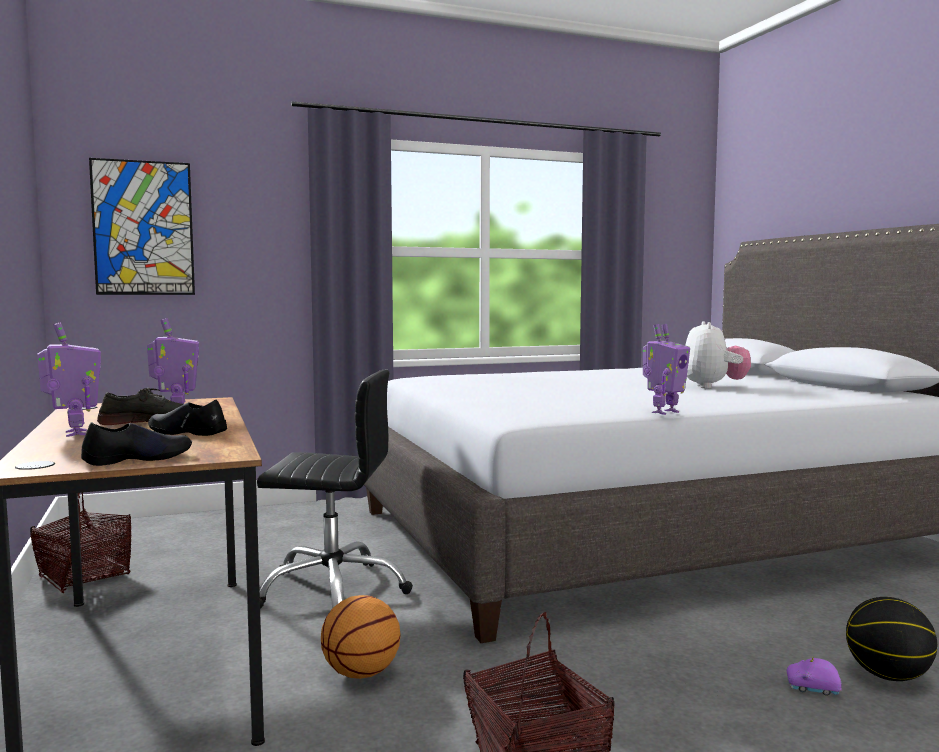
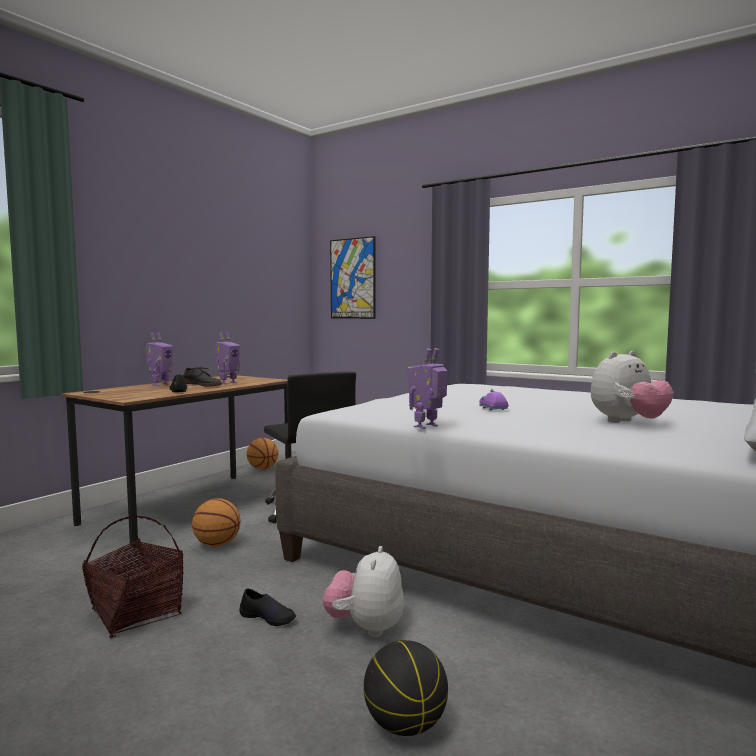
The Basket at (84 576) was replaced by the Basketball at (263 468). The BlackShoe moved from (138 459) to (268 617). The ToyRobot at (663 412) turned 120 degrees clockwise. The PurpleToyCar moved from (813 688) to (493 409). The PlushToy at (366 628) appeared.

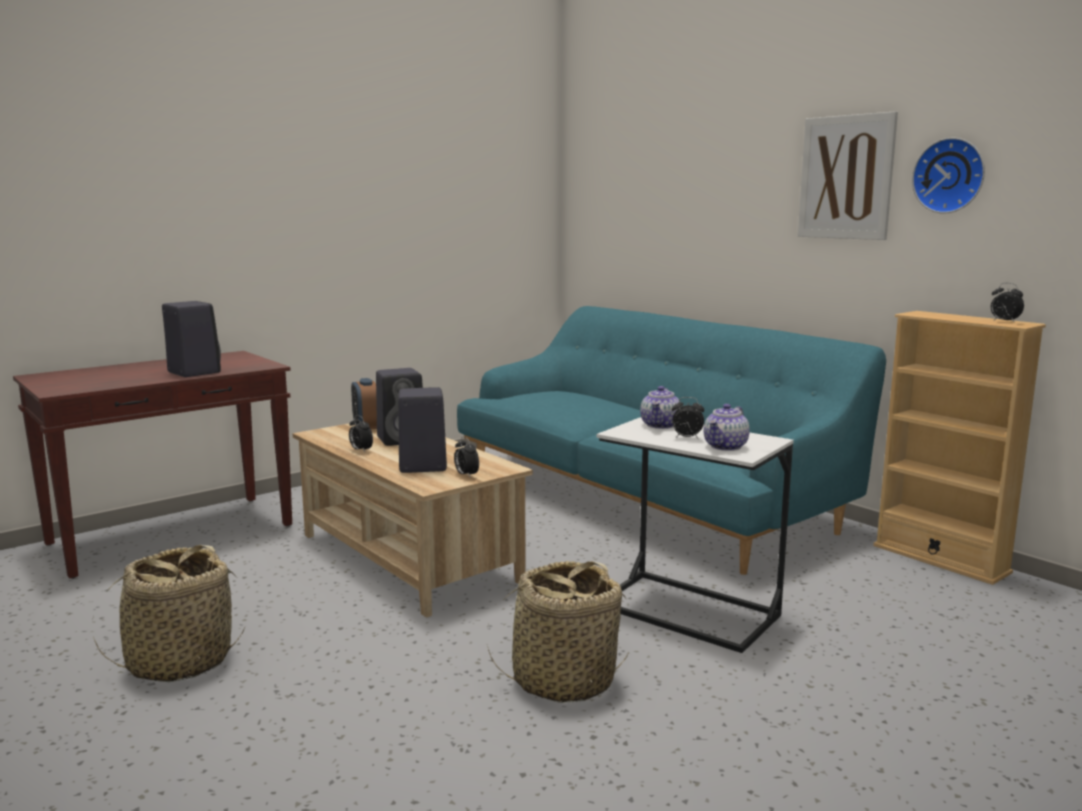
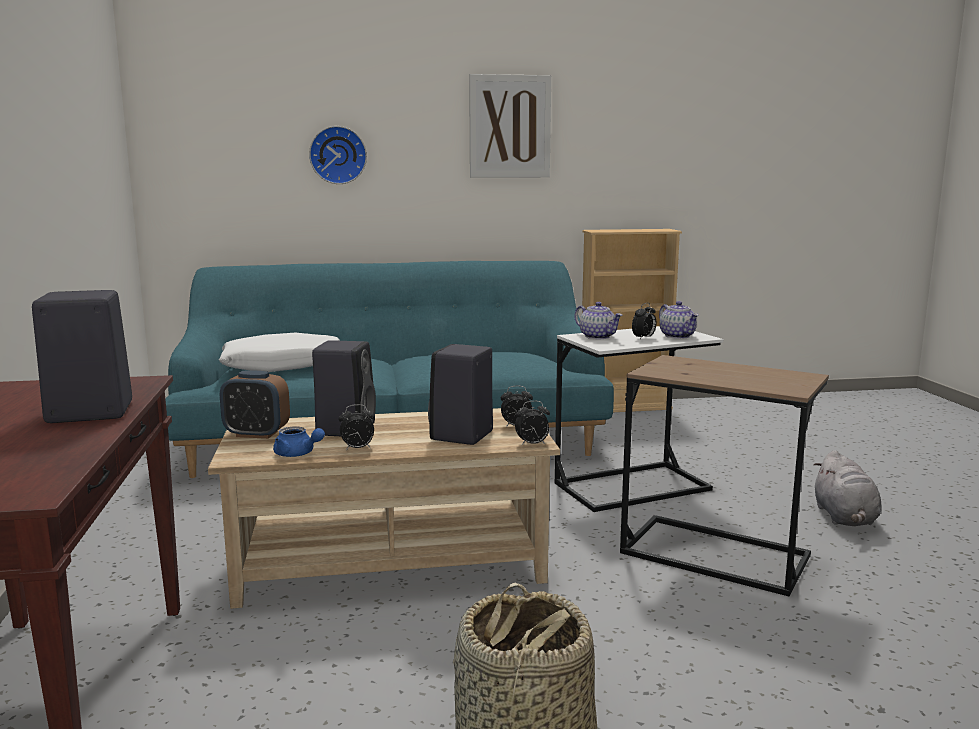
The Basket at (563 680) was replaced by the BrownSideTable at (714 554). The WallClock moved from (950 175) to (338 155). The AlarmClock moved from (1004 321) to (532 444). The WhitePillow at (284 366) appeared. The BlueTeapot at (297 454) appeared. The GreyPlushToy at (845 518) appeared.

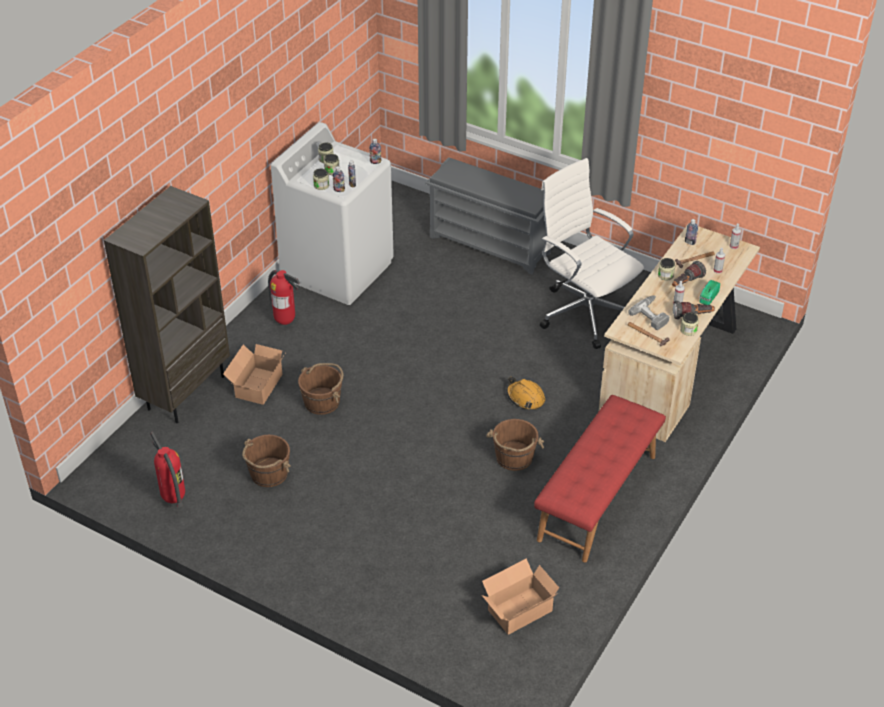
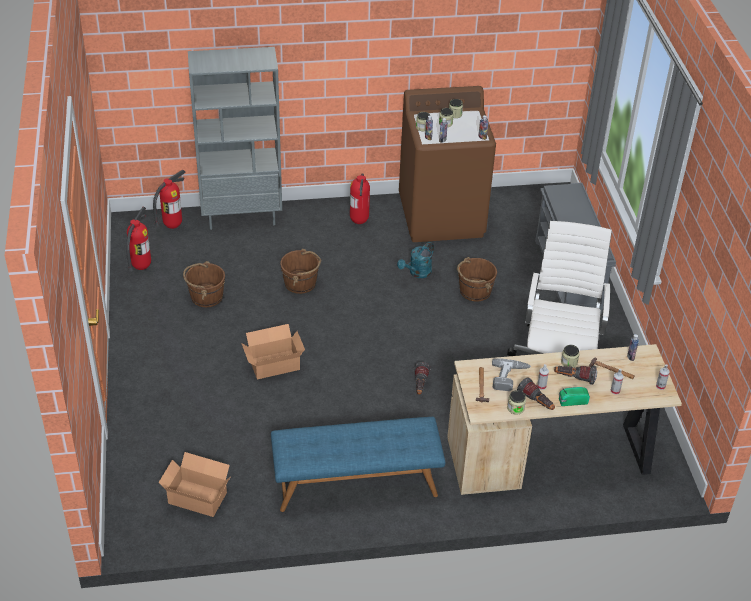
The BrownBookcase at (185 392) became the GreyBookcase at (242 216). The CardboardBox moved from (256 386) to (272 363). The WhiteWashingMachine at (338 270) became the BrownWashingMachine at (442 216). The BrownBucket moved from (514 458) to (474 291). The OrangeHardHat at (525 398) was replaced by the Flashlight at (420 385). The RedBench at (598 498) became the BlueBench at (356 484). The FireExtinguisher at (172 226) appeared. The TurquoiseWateringCan at (417 273) appeared.

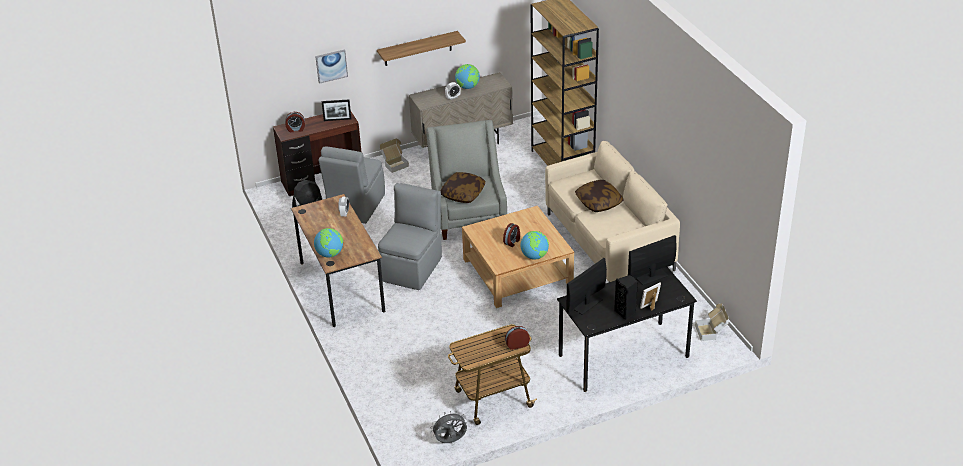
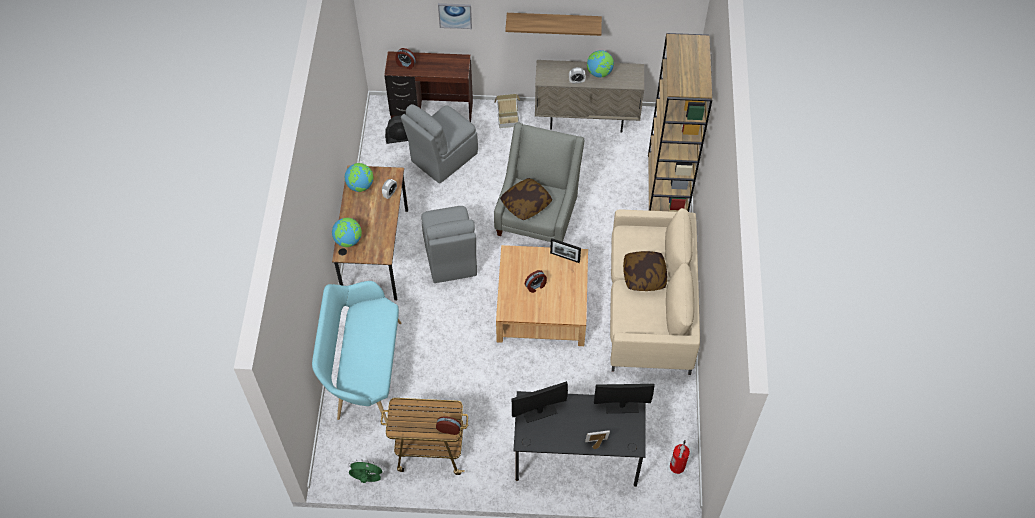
The PictureFrame moved from (337 119) to (565 257). The GreyChair at (412 268) turned 120 degrees clockwise. The GreyFan at (450 441) became the GreenFan at (367 479). The Globe moved from (534 256) to (360 185). The BlackSpeaker at (626 313) disappeared. The CardboardBox at (711 332) was replaced by the FireExtinguisher at (677 466). The TurquoiseBench at (364 371) appeared.

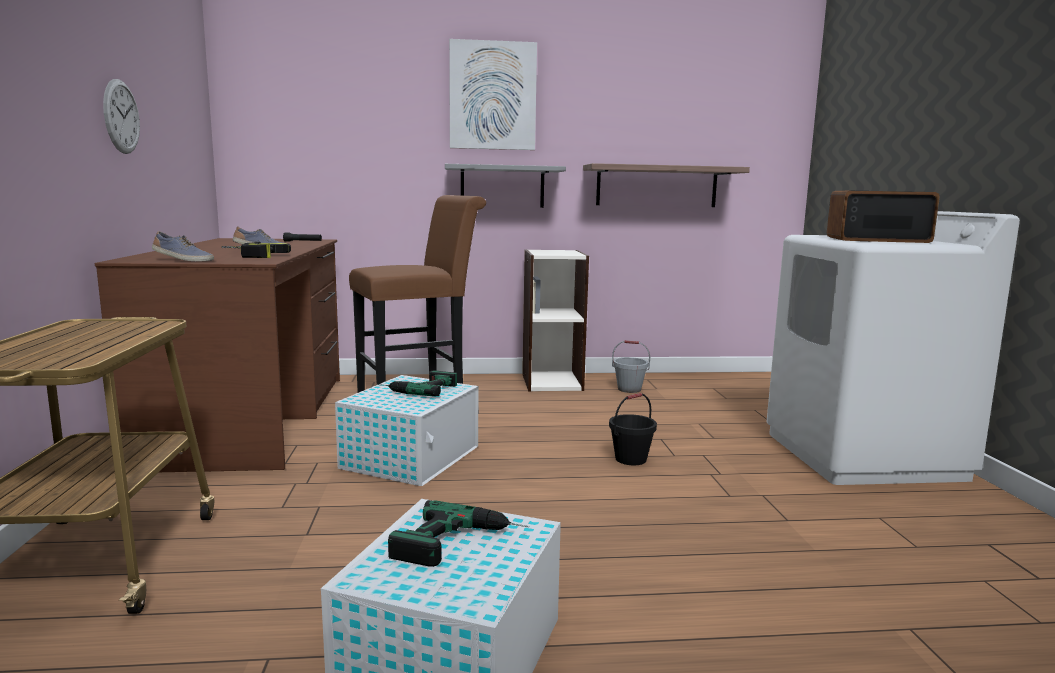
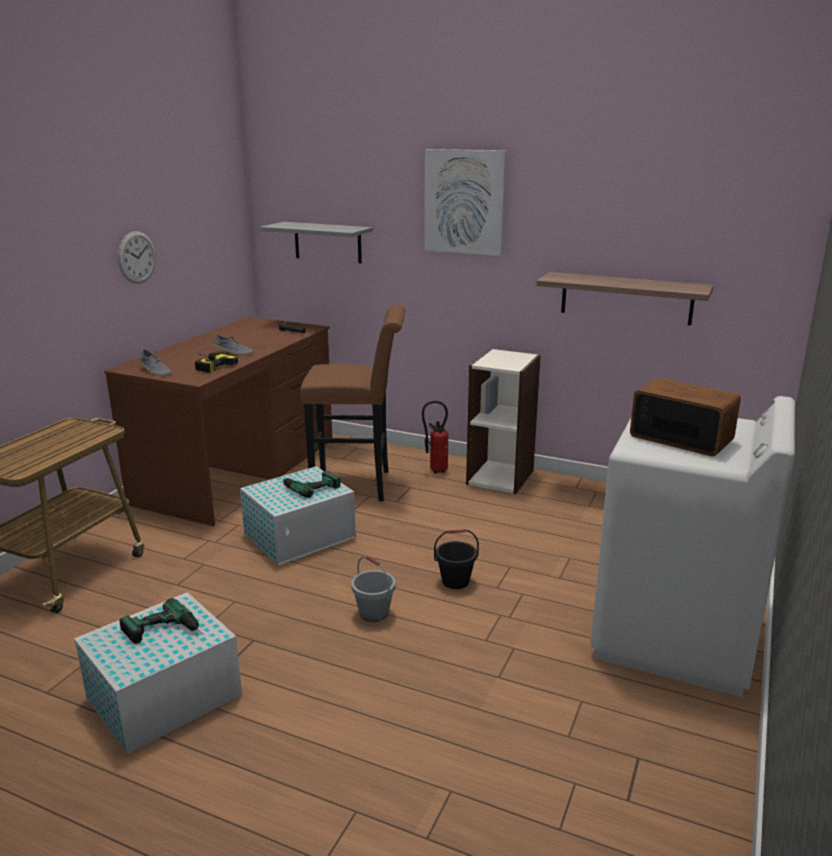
The GreyShelf moved from (502 186) to (327 242). The GreyBucket moved from (629 389) to (374 613). The FireExtinguisher at (435 470) appeared.

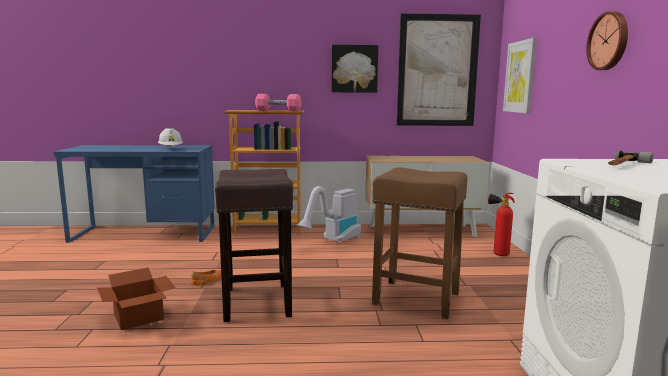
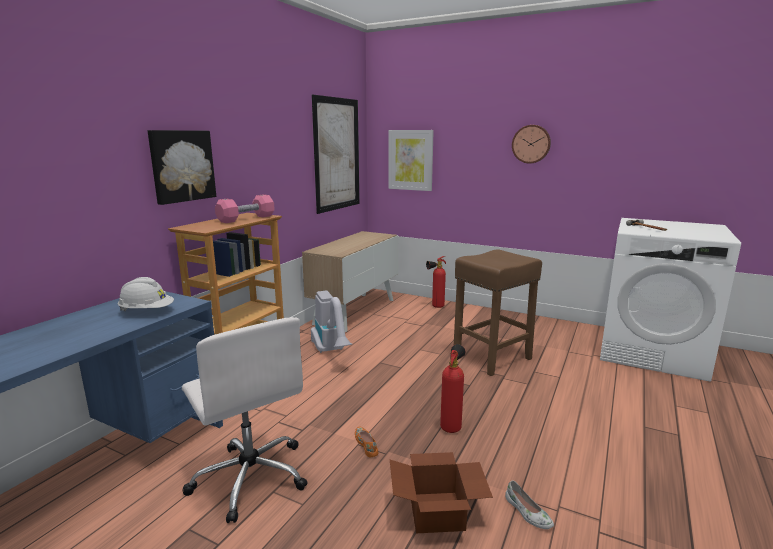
The BrownStool at (257 302) was replaced by the FireExtinguisher at (451 426). The Picture moved from (354 69) to (181 166). The WhiteOfficeChair at (250 476) appeared. The WhiteShoe at (527 513) appeared.

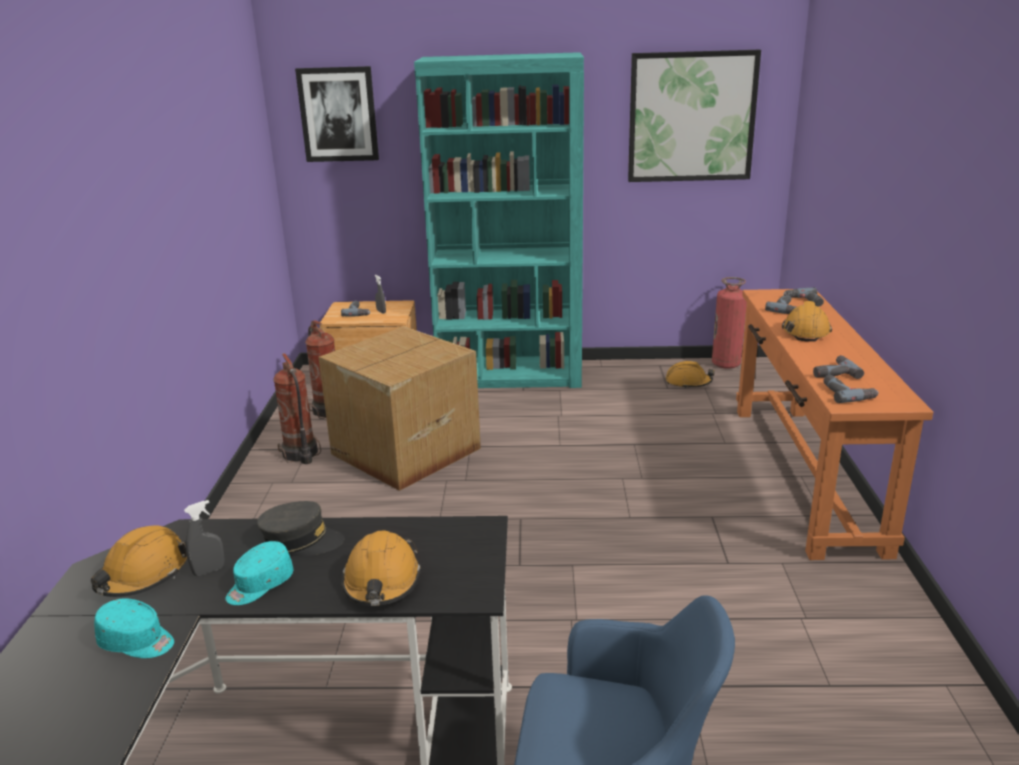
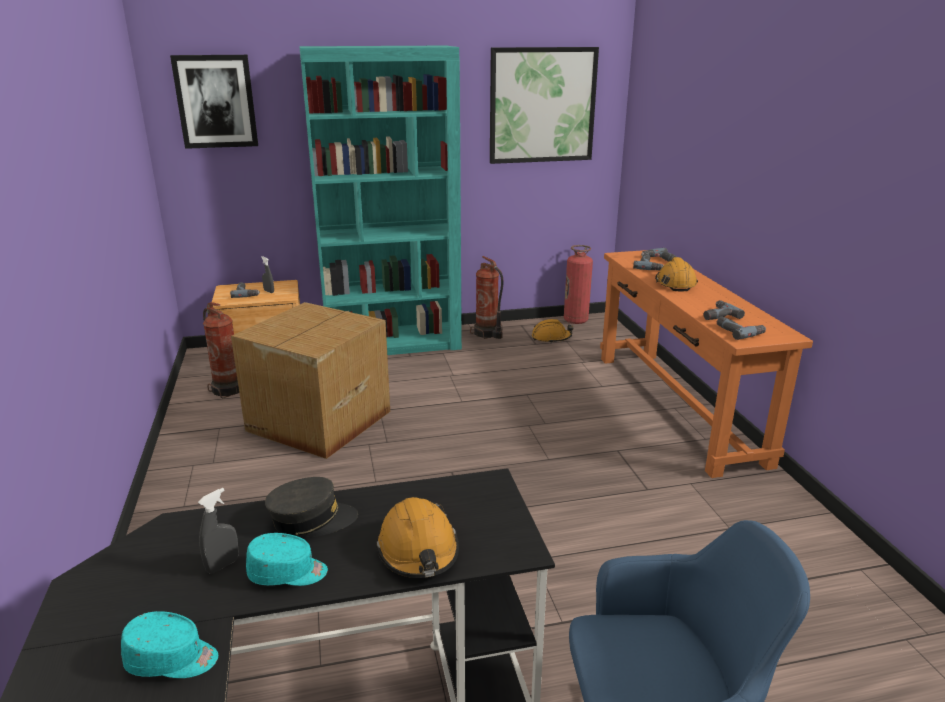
The OrangeHardHat at (143 575) disappeared. The TurquoiseCap at (259 585) turned 120 degrees counterclockwise. The FireExtinguisher moved from (300 454) to (487 334).

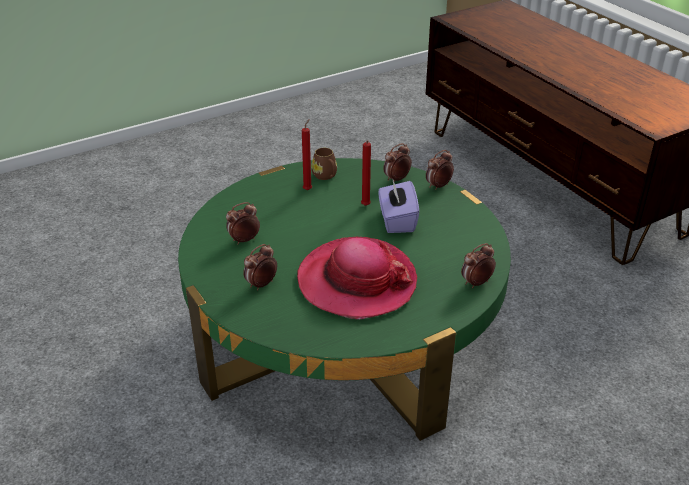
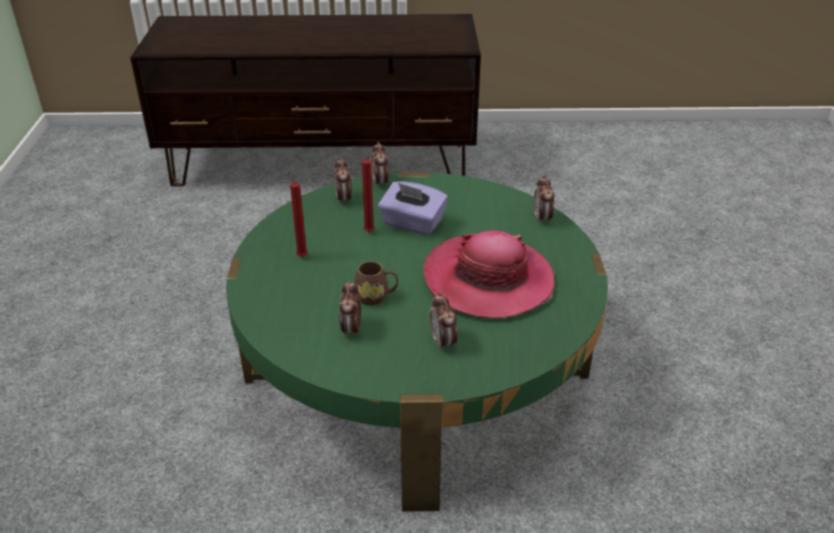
The BrownMug moved from (326 176) to (376 297).

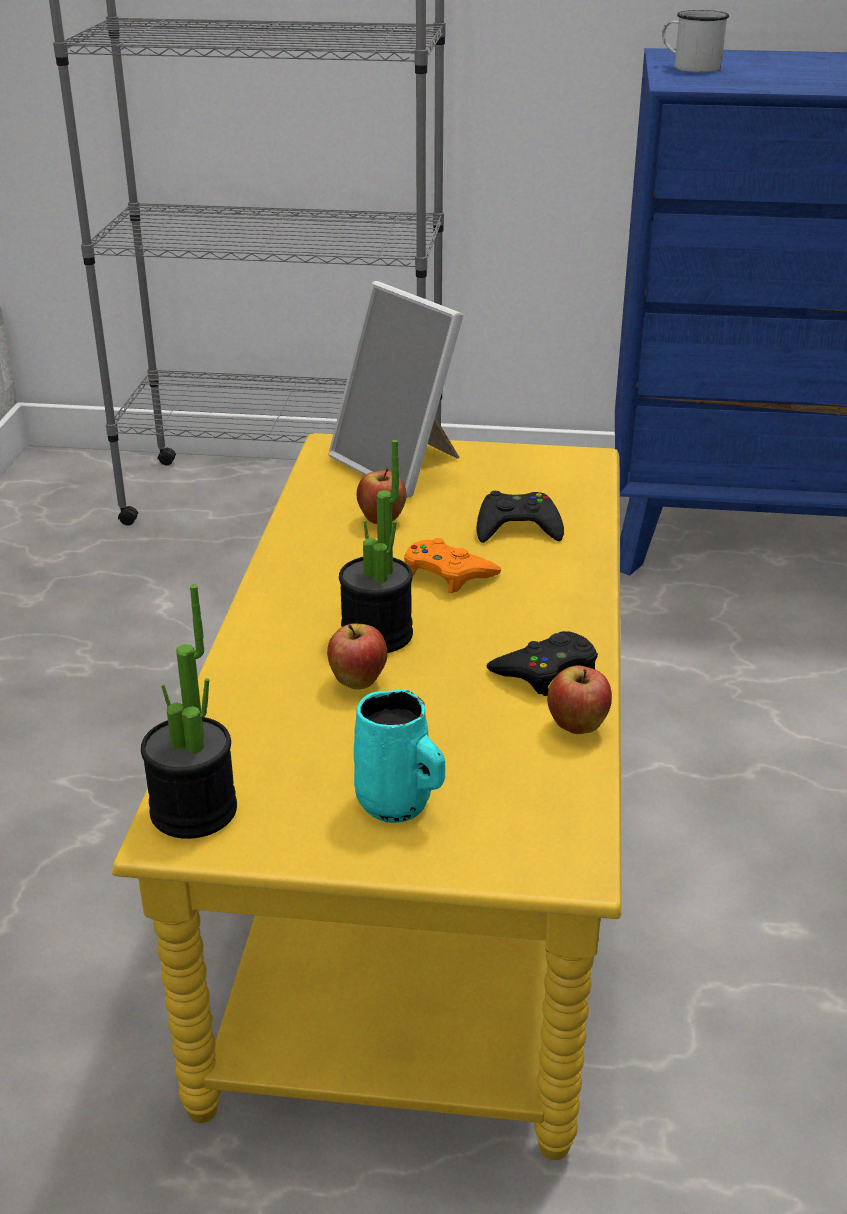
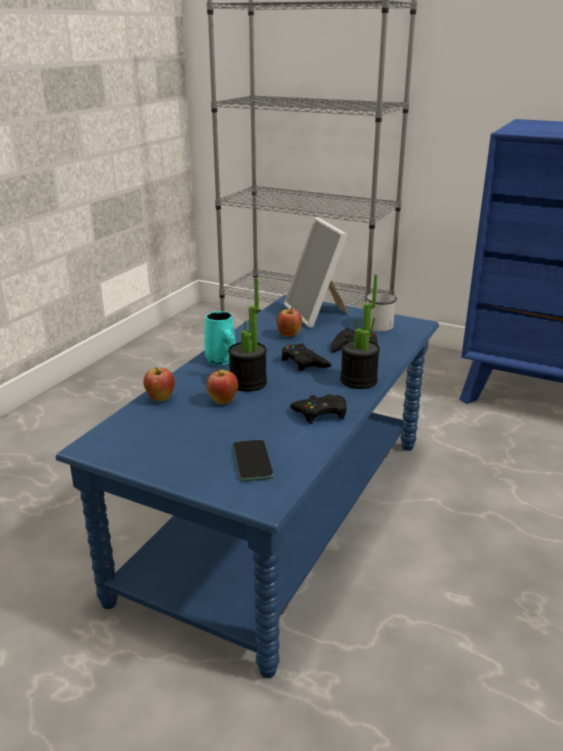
The YellowCoffeeTable at (423 855) became the BlueCoffeeTable at (280 515). The PottedPlant moved from (193 810) to (358 380). The TurquoiseMug moved from (397 804) to (221 361). The OrangeGameController at (447 573) became the BlackGameController at (303 362). The Apple moved from (577 728) to (160 399). The WhiteMug moved from (690 67) to (375 325). The Phone at (252 461) appeared.

